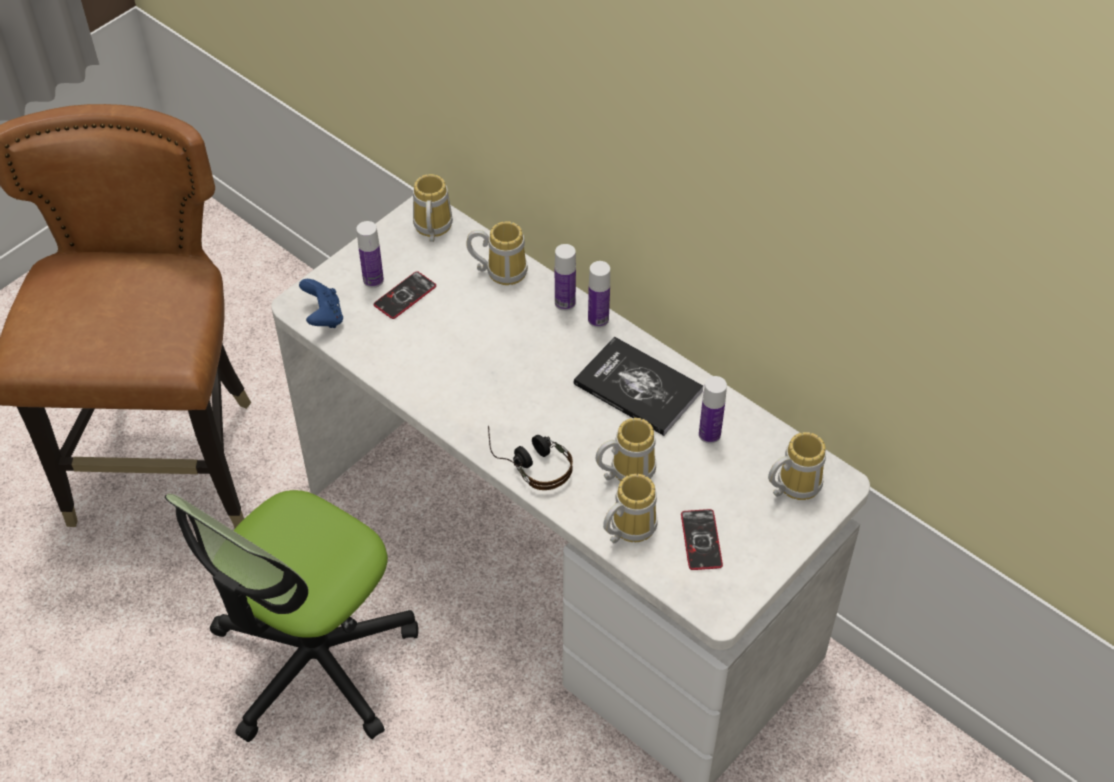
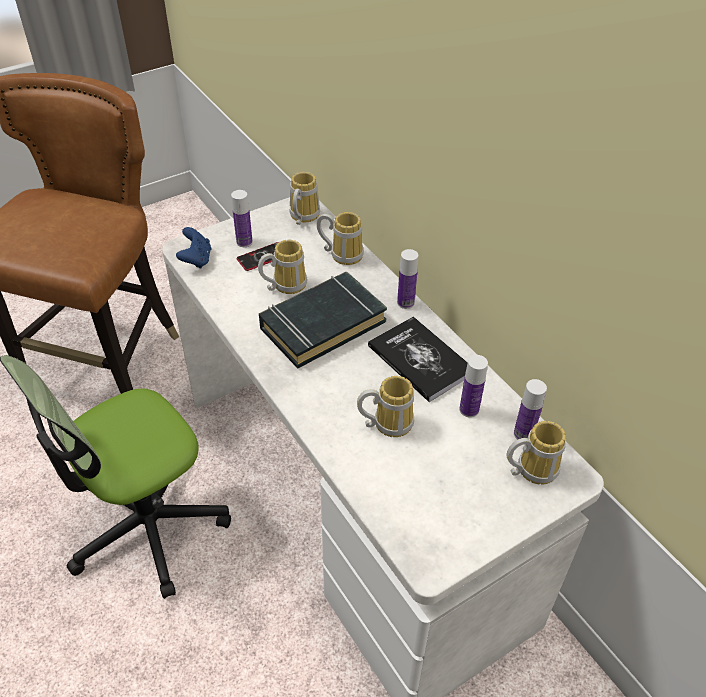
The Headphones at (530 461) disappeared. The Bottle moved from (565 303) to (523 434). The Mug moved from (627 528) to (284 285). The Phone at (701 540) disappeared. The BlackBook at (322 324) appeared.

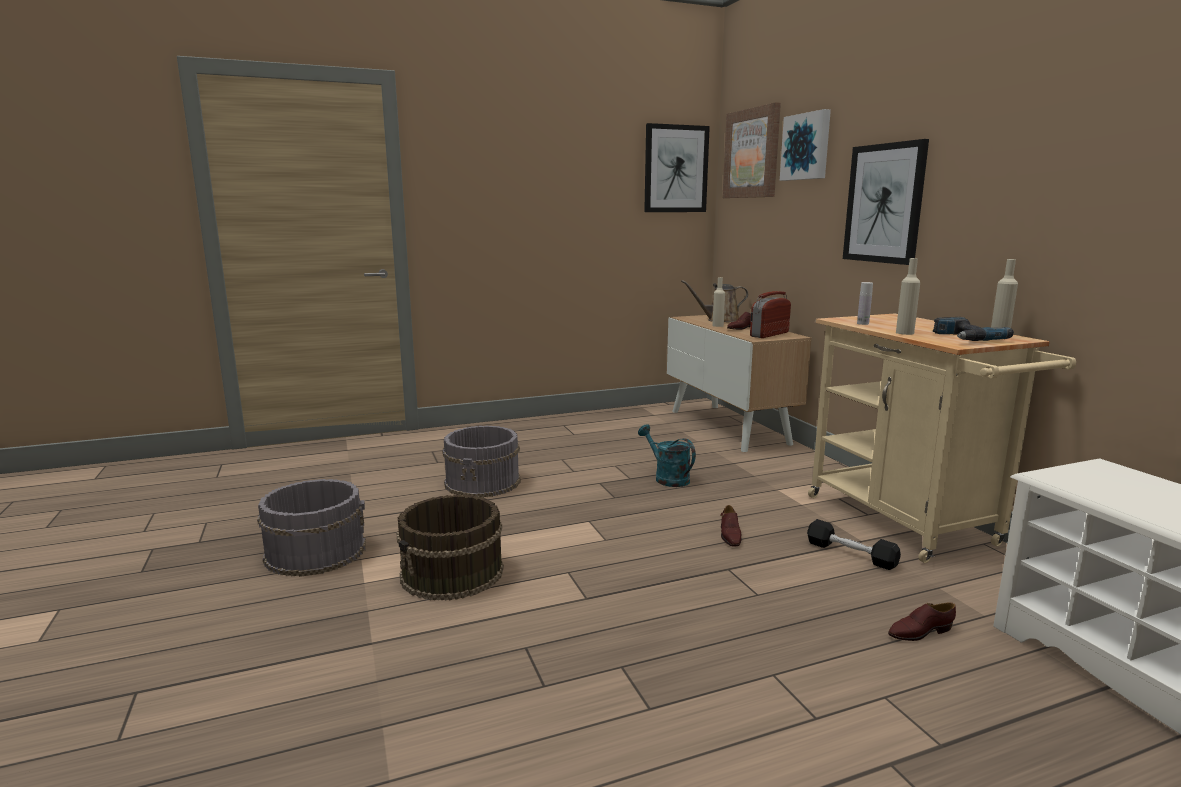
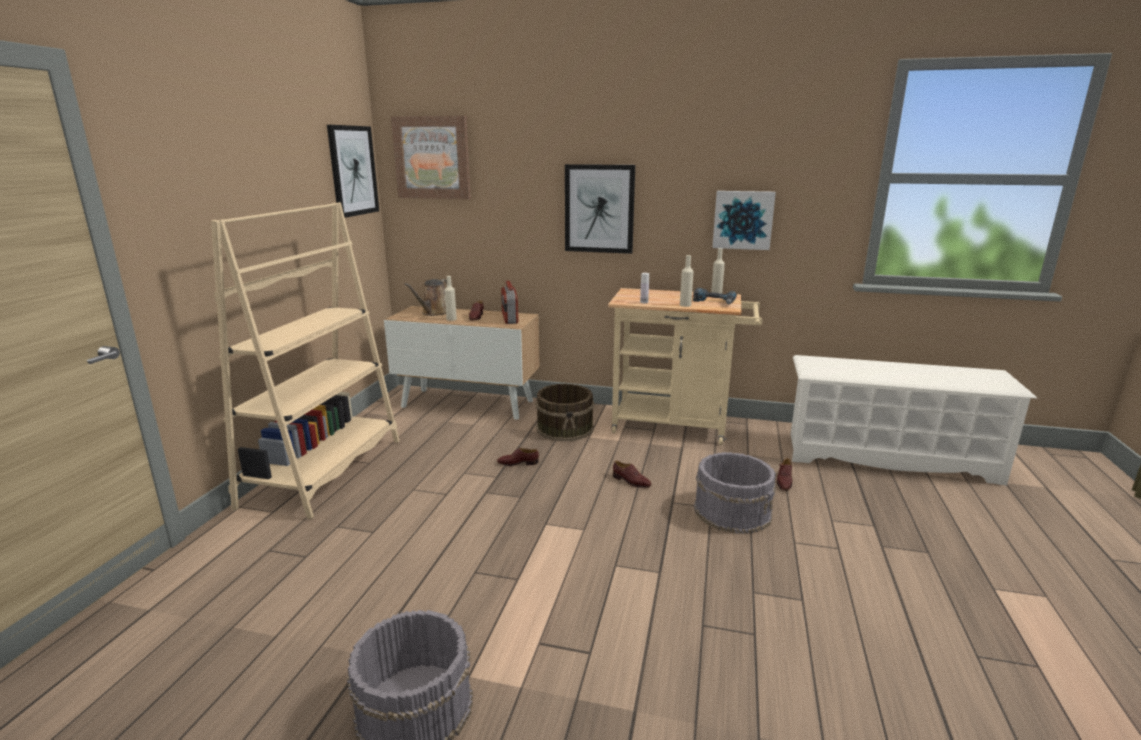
The BrownBucket moved from (452 573) to (565 428). The GreyBucket moved from (483 482) to (733 511). The TurquoiseWateringCan at (667 478) was replaced by the BrownShoe at (518 463). The Picture moved from (807 146) to (743 220). The BlackDumbbell at (850 554) disappeared. The BeigeBookcase at (324 472) appeared.

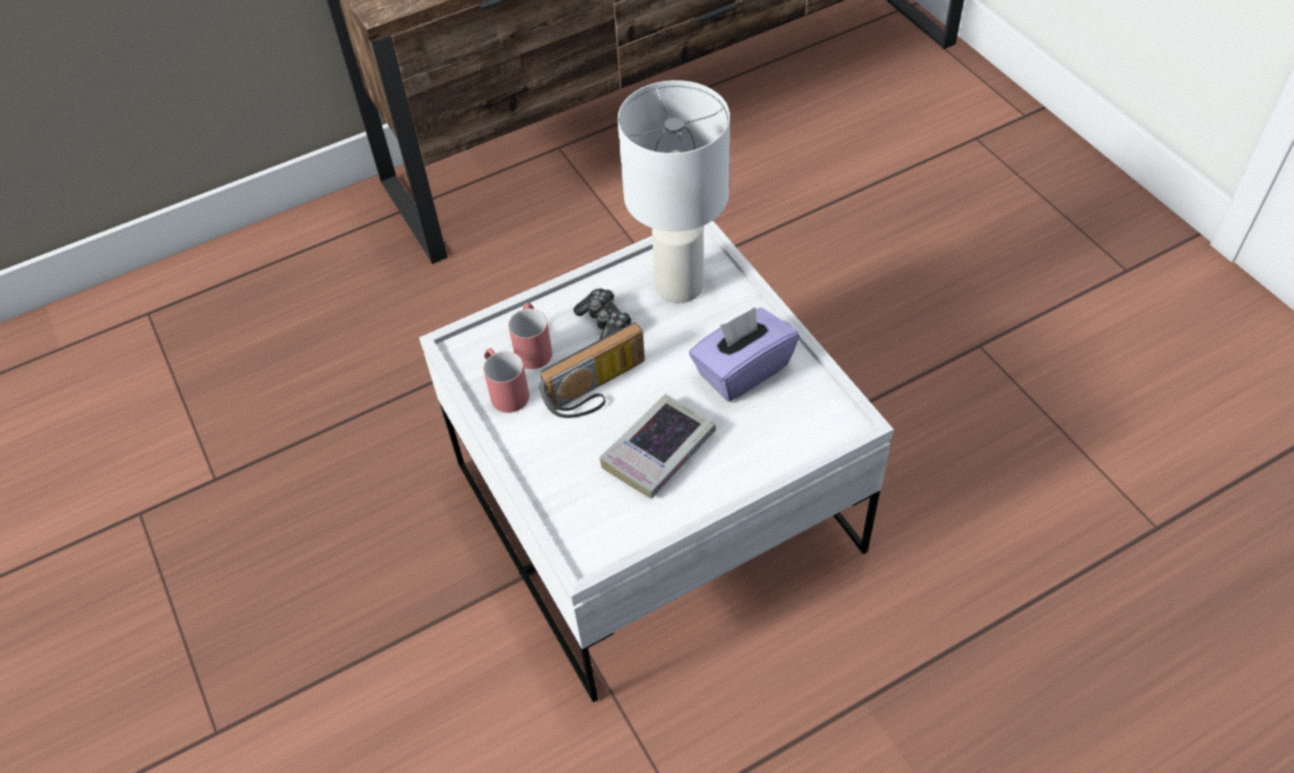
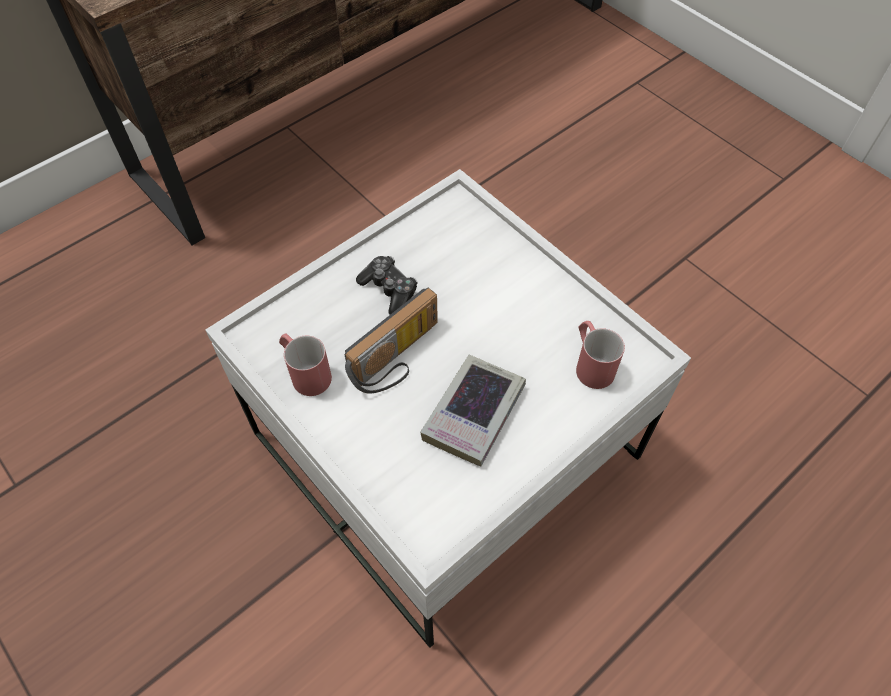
The RedMug moved from (533 346) to (591 363). The WhiteTableLamp at (678 286) disappeared. The PurpleTissueBox at (742 370) disappeared.

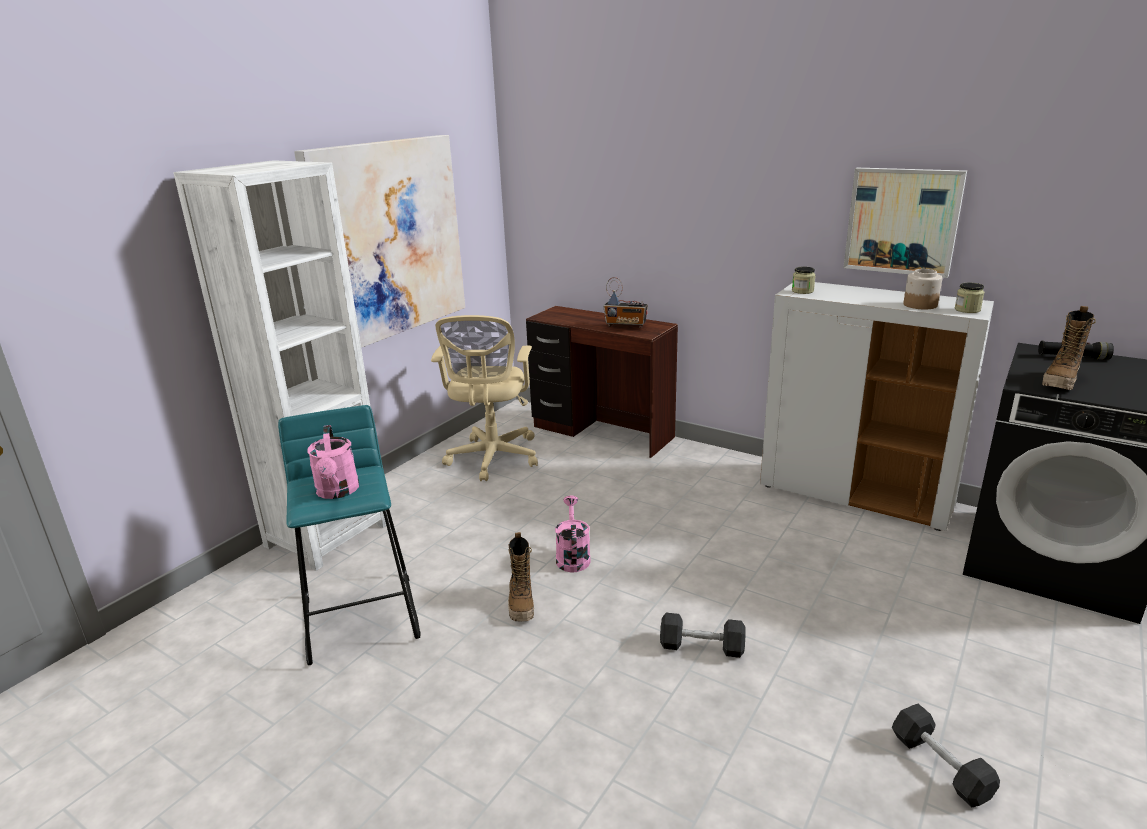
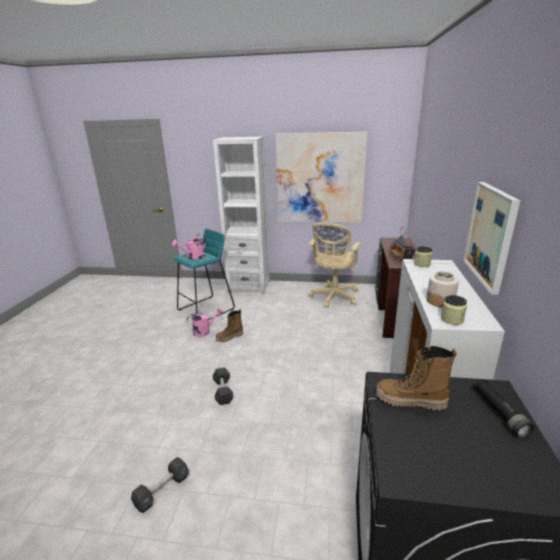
The BeigeOfficeChair at (492 459) turned 45 degrees counterclockwise. The PinkWateringCan moved from (572 556) to (205 331).

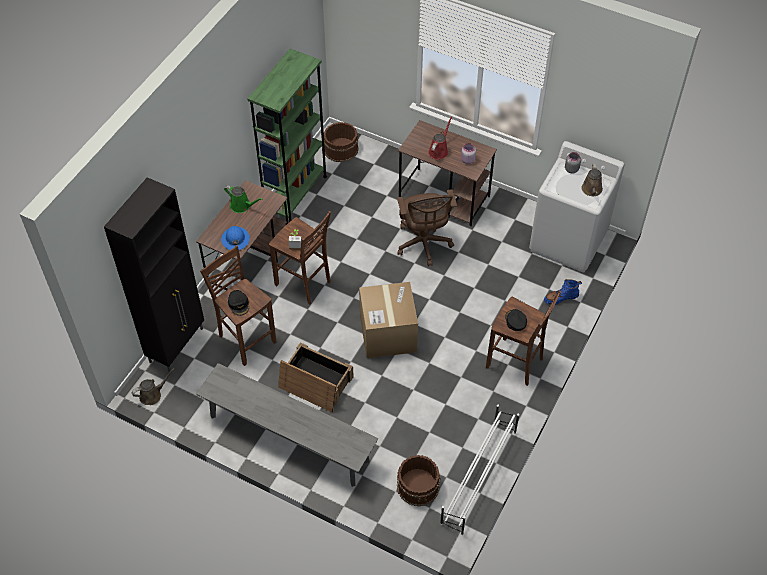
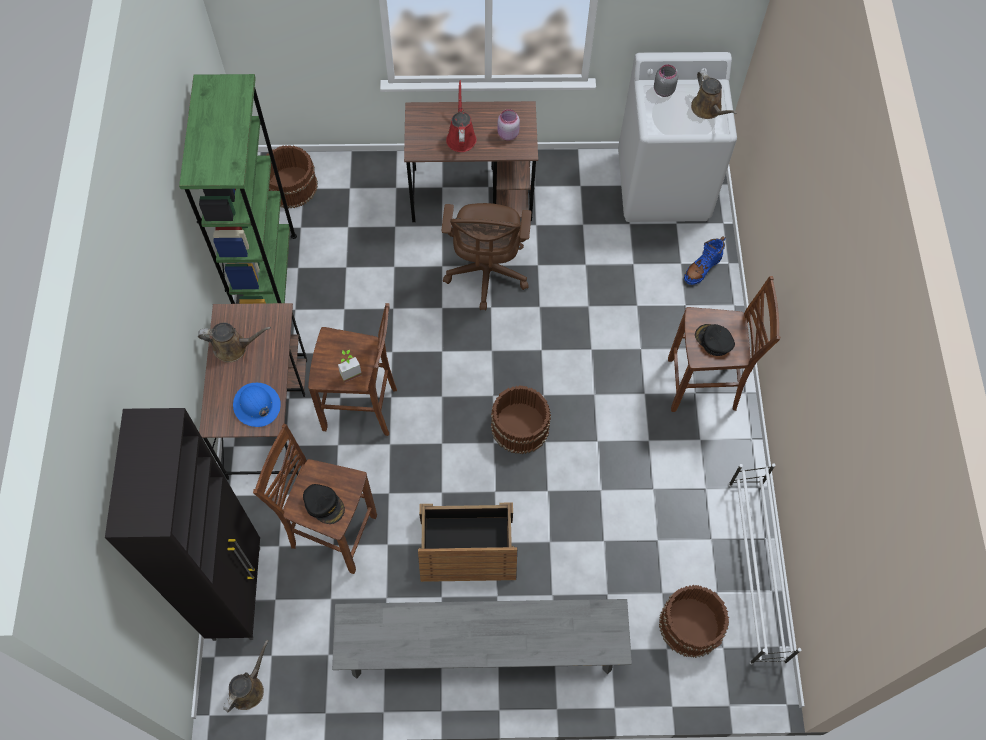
The GreenWateringCan at (242 206) became the BrownWateringCan at (234 347). The CardboardBox at (388 334) was replaced by the BrownBucket at (519 427). The BrownOfficeChair at (424 244) turned 45 degrees clockwise.

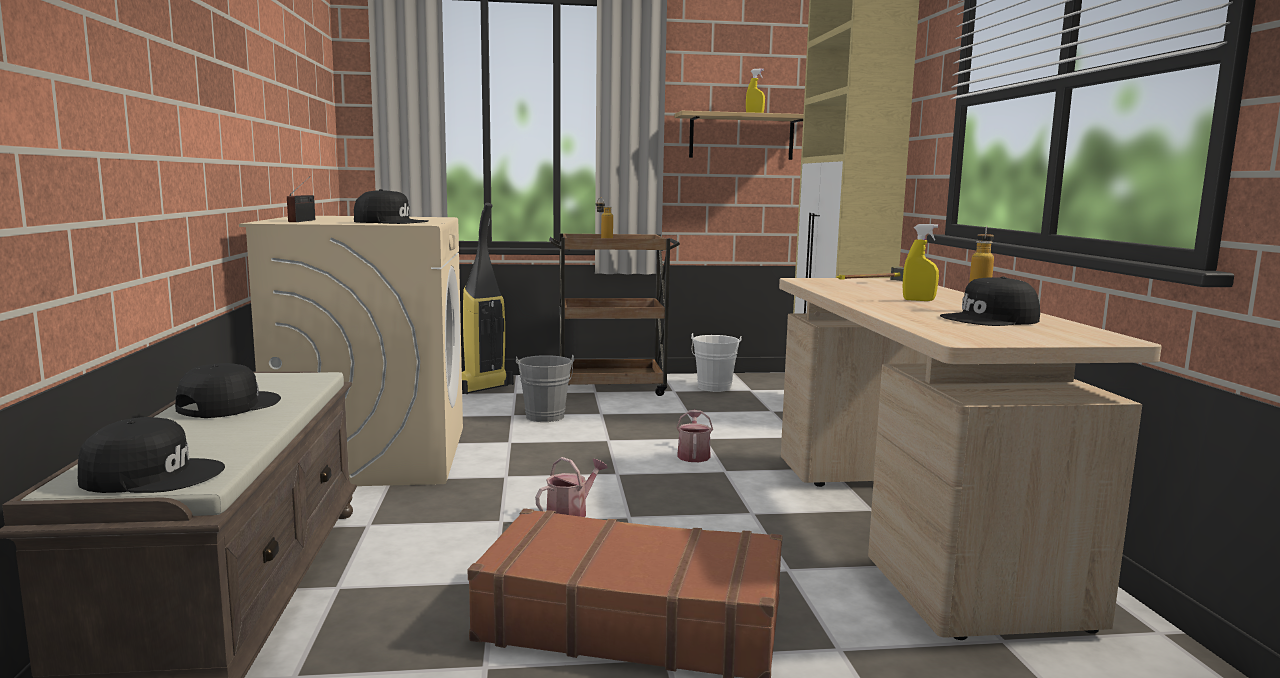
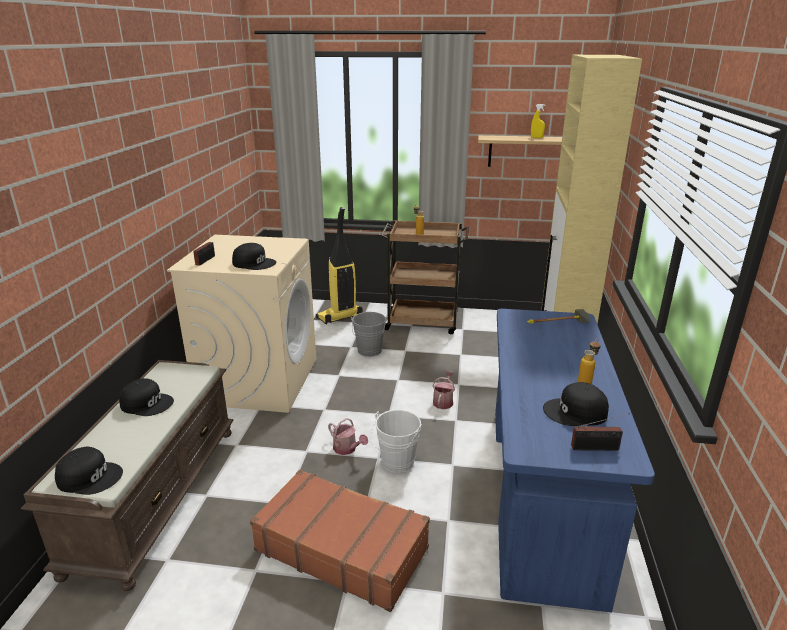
The BlackCap at (228 405) turned 60 degrees clockwise. The WateringCan at (571 512) turned 75 degrees clockwise. The WhiteBucket moved from (713 388) to (396 464). The BeigeDesk at (907 529) became the BlueDesk at (541 495). The YellowSprayBottle at (918 300) disappeared. The Radio at (597 448) appeared.

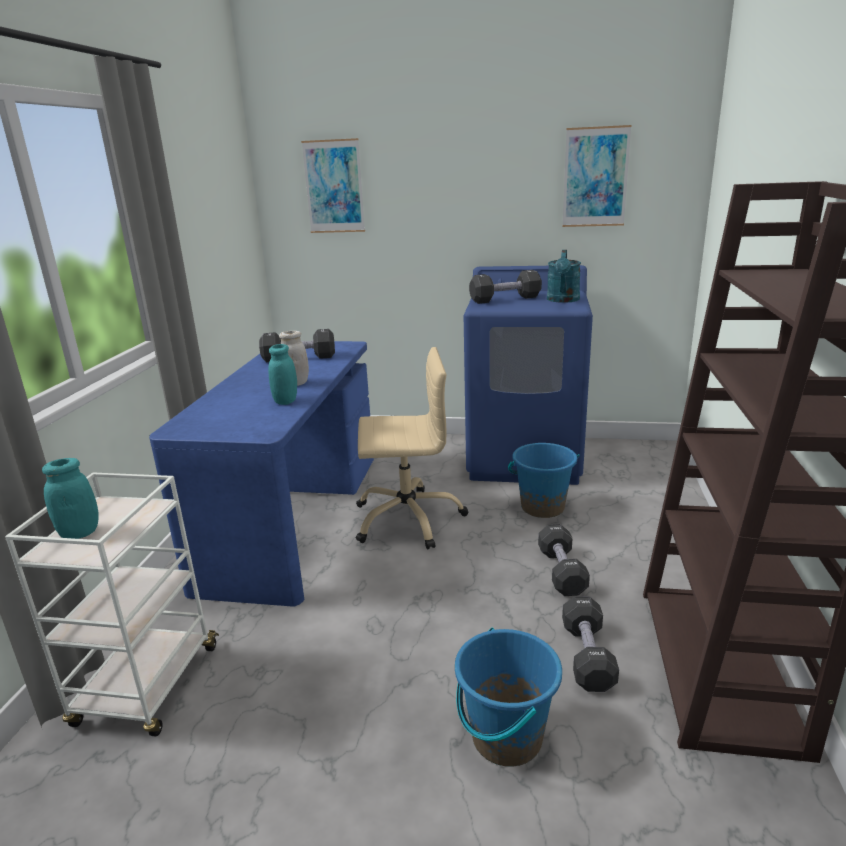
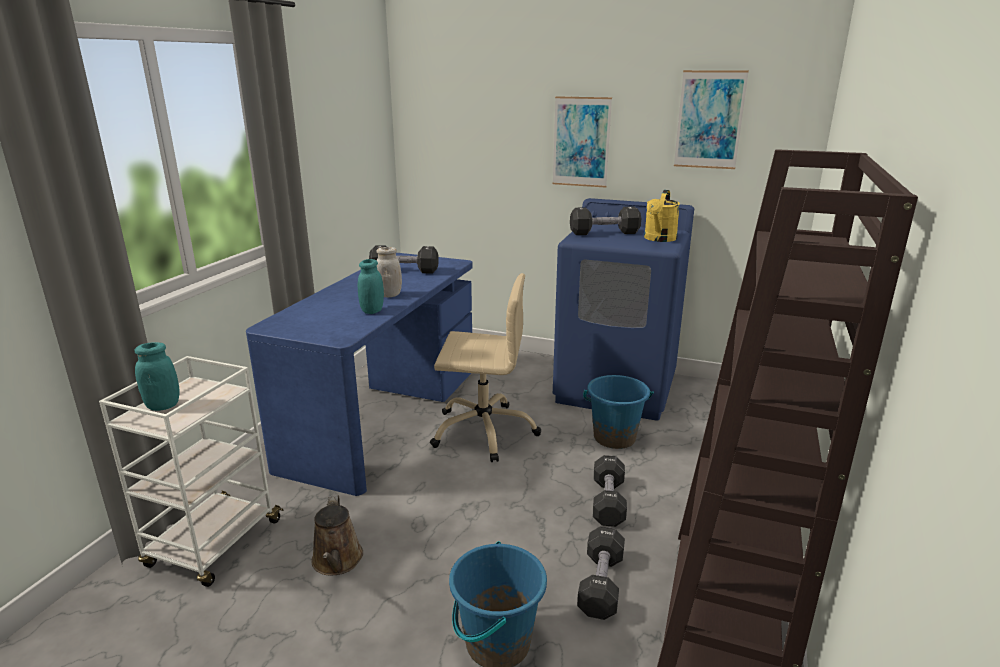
The Picture moved from (334 187) to (581 142). The TurquoiseWateringCan at (563 300) became the YellowWateringCan at (659 239). The BrownWateringCan at (337 561) appeared.

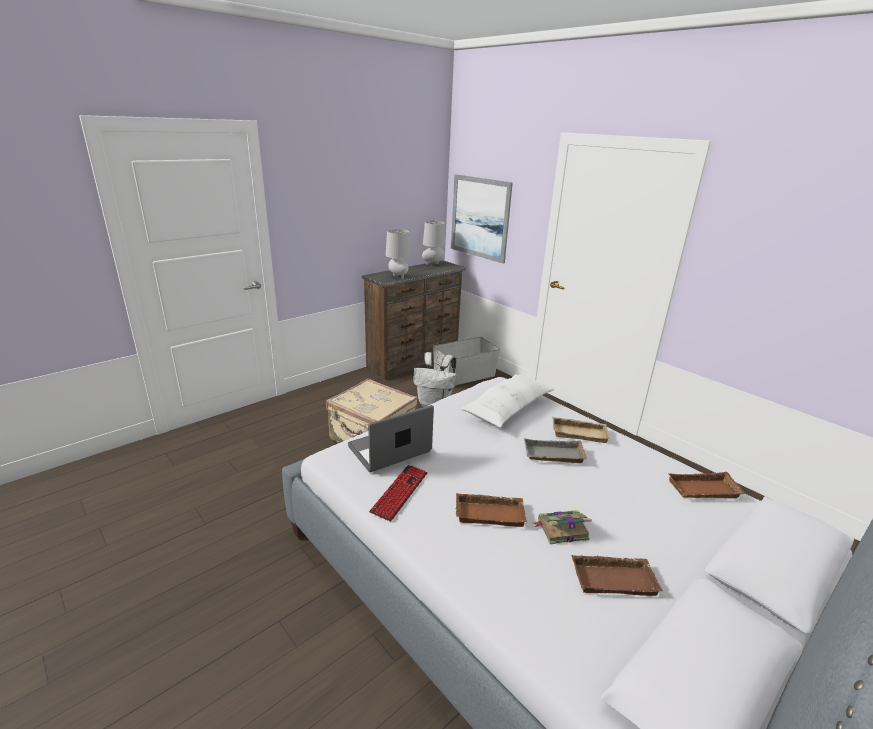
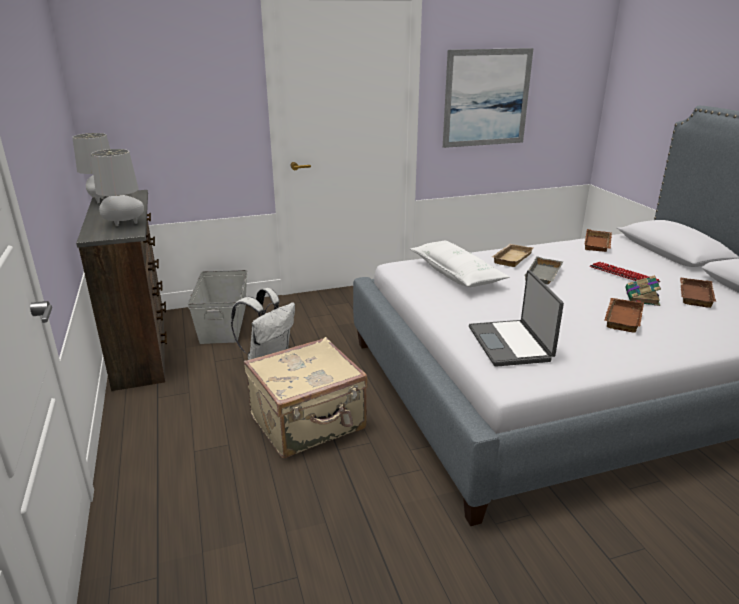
The Keyboard moved from (400 492) to (623 275). The Picture moved from (479 218) to (486 98).

